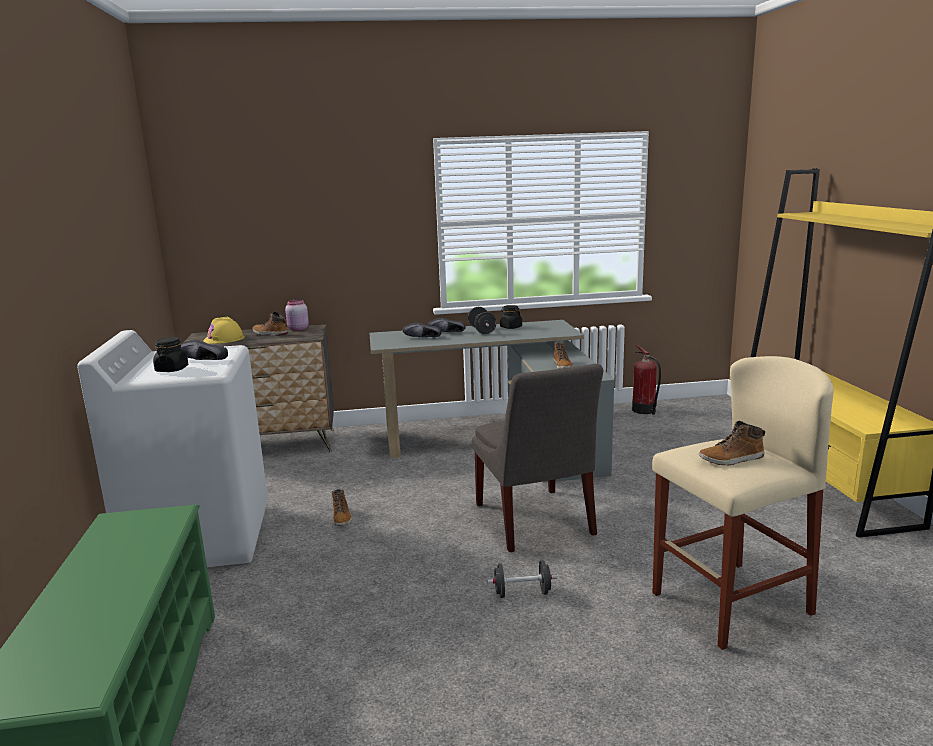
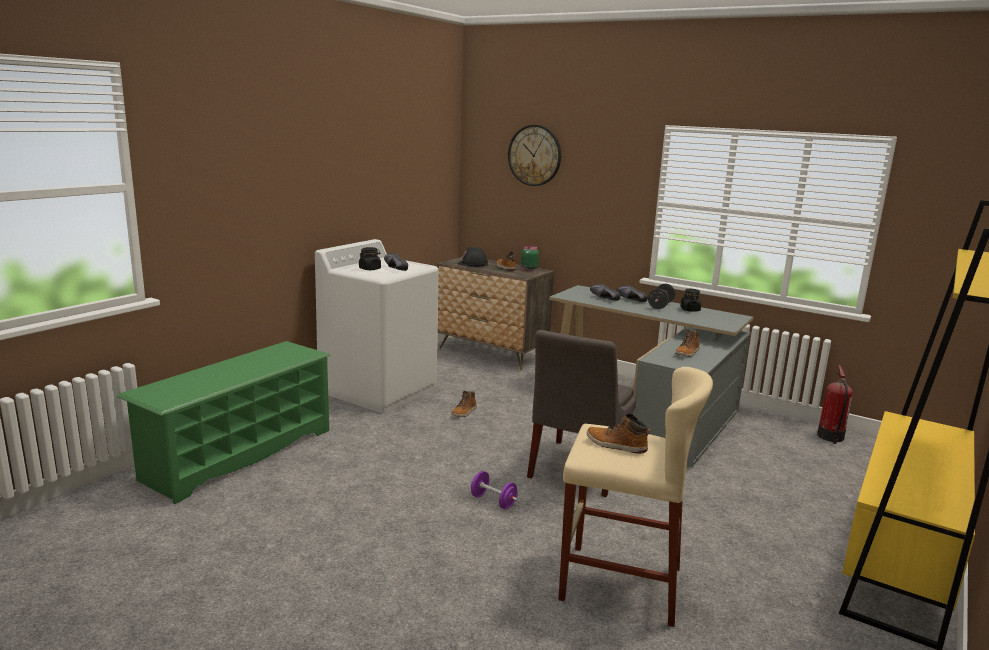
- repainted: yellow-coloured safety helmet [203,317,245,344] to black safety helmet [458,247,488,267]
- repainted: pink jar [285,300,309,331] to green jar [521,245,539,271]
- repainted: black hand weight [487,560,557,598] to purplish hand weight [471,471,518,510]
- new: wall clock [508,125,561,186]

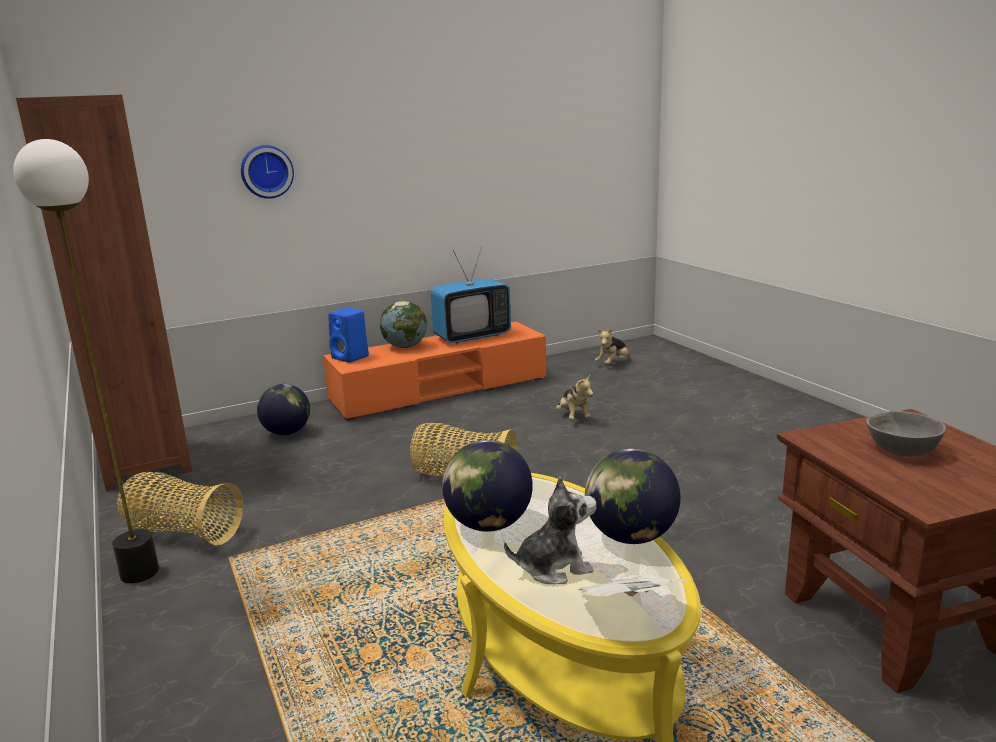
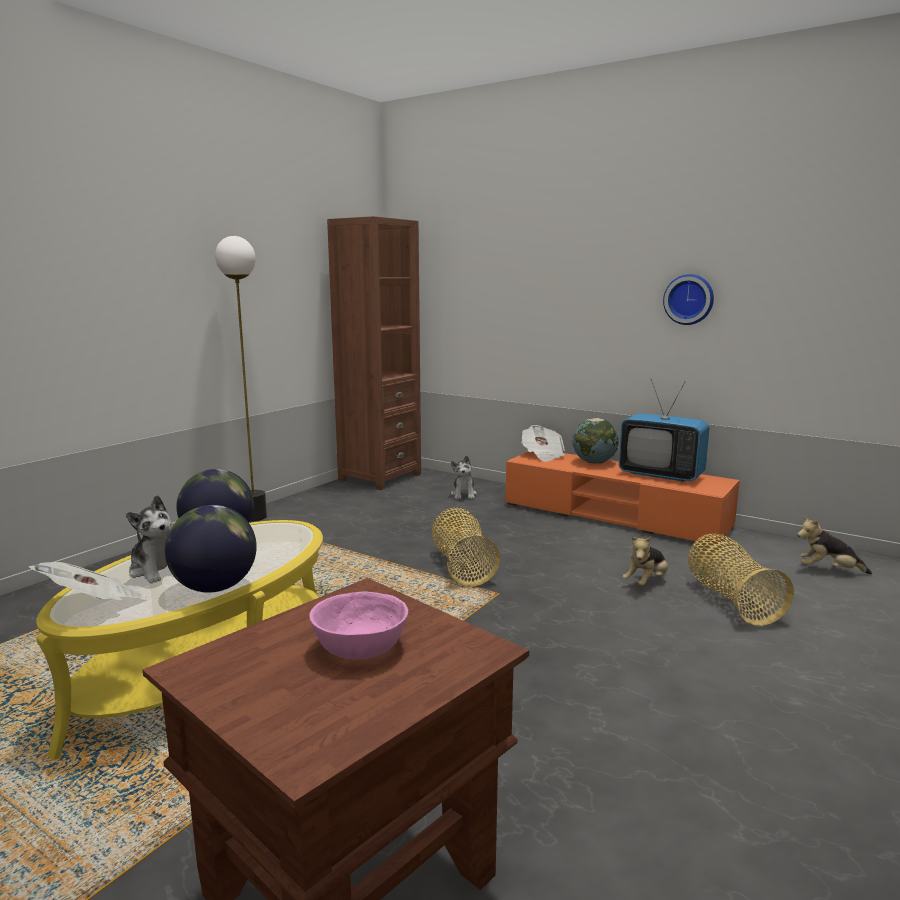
- shifted: storage basket [117,472,243,545] to [688,534,794,626]
- shifted: wall clock [241,145,294,199] to [663,274,714,325]
- swapped: globe [257,384,310,435] to plush toy [451,456,477,499]
- swapped: blue-coloured loudspeaker [328,308,369,363] to newspaper [522,425,565,462]
- repainted: grey bowl [866,411,946,457] to pink bowl [309,591,408,660]

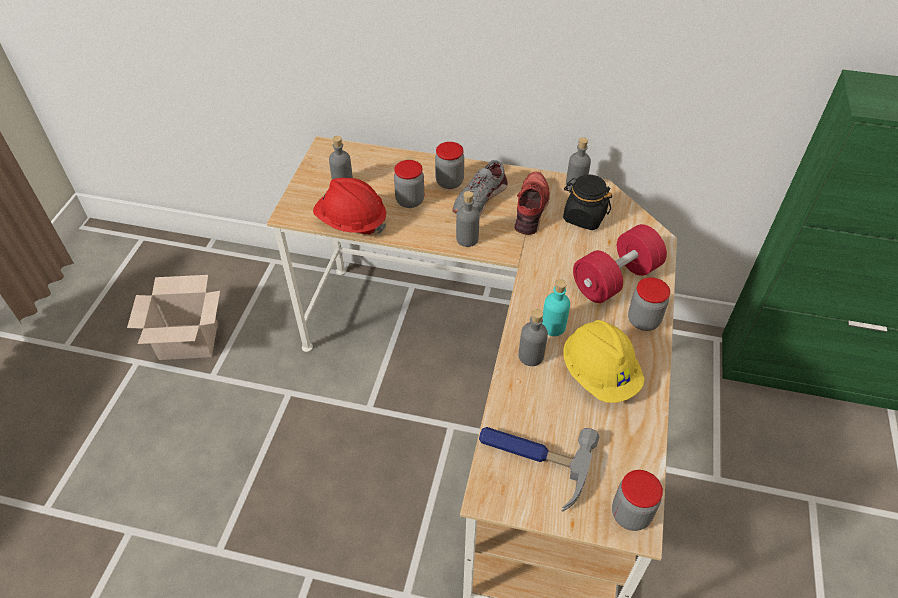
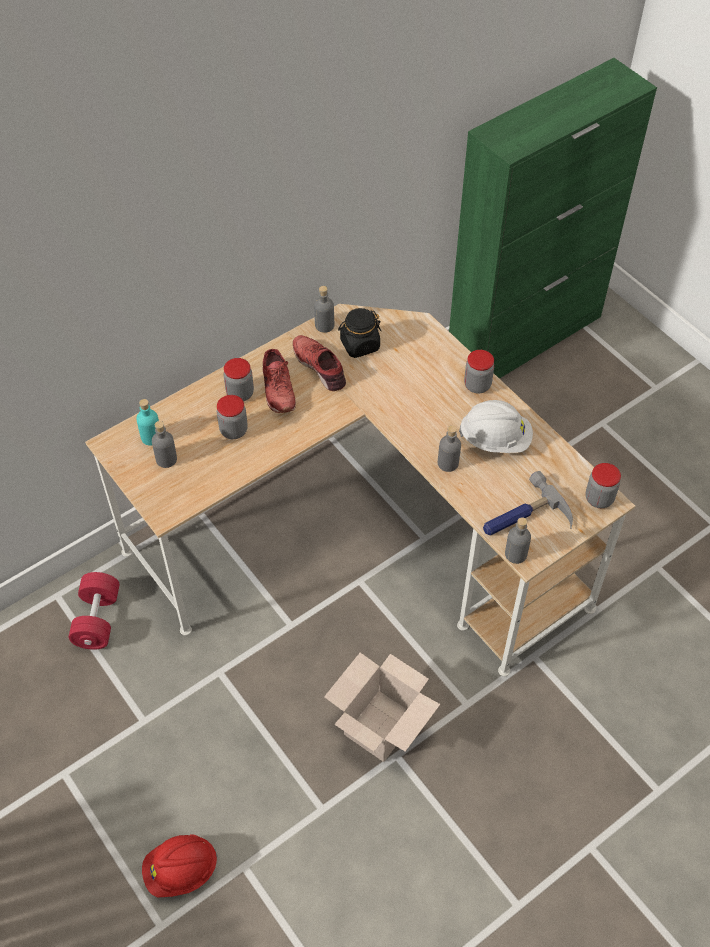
- shifted: cardboard box [127,275,220,360] to [324,653,440,762]
- shifted: red-coloured safety helmet [313,178,387,235] to [142,834,218,897]
- repainted: grey item of footwear [452,160,508,216] to red-coloured item of footwear [262,349,296,413]
- shifted: grey bottle [456,191,479,247] to [505,517,531,564]
- shifted: blue-green bottle [542,279,570,336] to [136,399,159,446]
- repainted: yellow-coloured safety helmet [563,320,645,403] to whitish safety helmet [459,400,533,453]
- shifted: red-coloured hand weight [573,224,667,303] to [69,572,120,650]

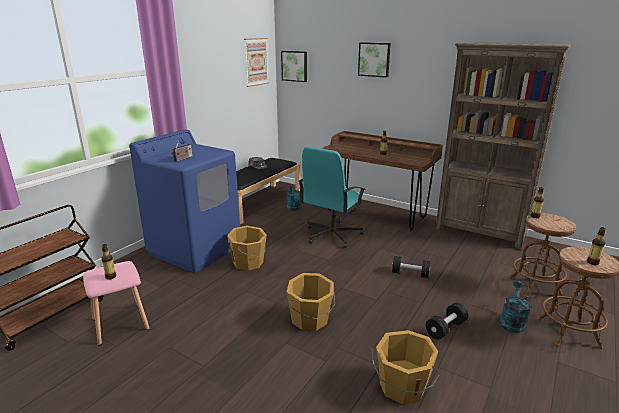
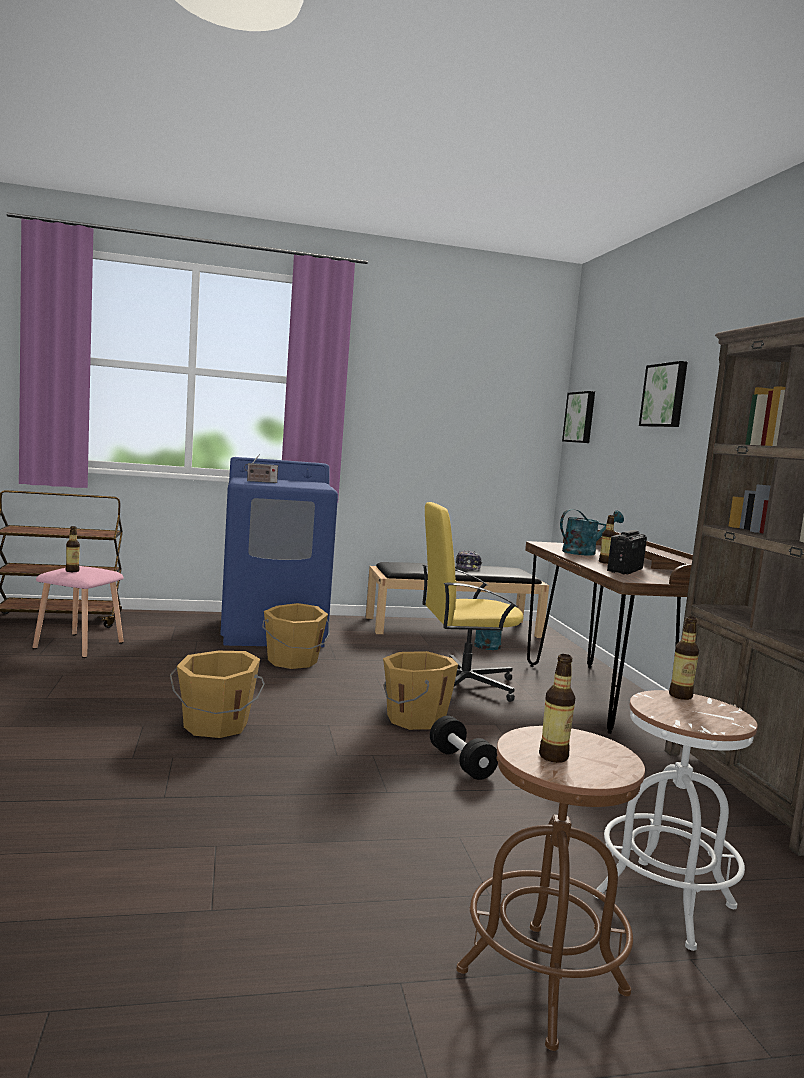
- gone: wall art [244,38,269,87]
- repainted: blue-green desk chair [299,147,365,248] to yellow-coloured desk chair [422,502,524,702]
- shifted: orangey pail [372,330,440,404] to [383,651,458,730]
- gone: black hand weight [425,303,468,339]
- shifted: blue-green watering pot [500,281,530,333] to [560,509,624,556]
- repainted: brown sitting stool [509,213,576,298] to whitish sitting stool [593,690,758,951]
- new: radio receiver [607,530,647,574]

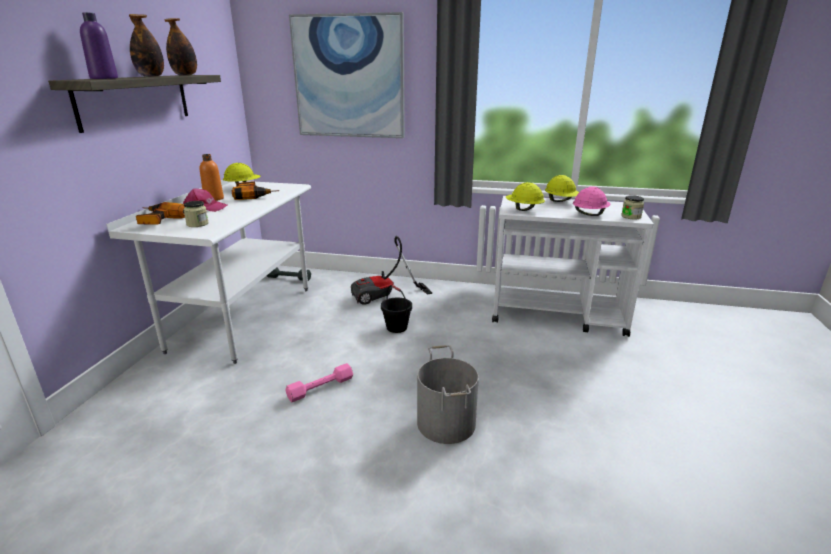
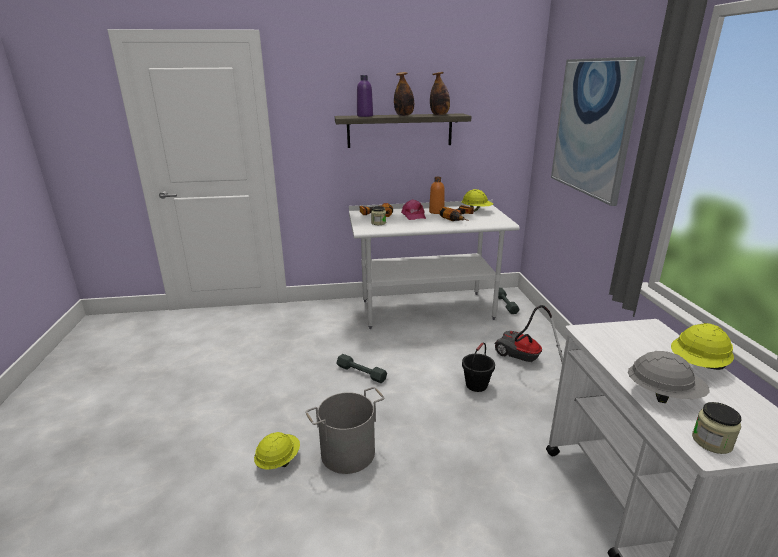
- repainted: pink hand weight [286,363,353,402] to grey hand weight [336,354,387,383]
- shifted: yellow-coloured safety helmet [506,182,545,211] to [254,432,300,470]
- repainted: pink safety helmet [573,186,610,216] to grey safety helmet [628,351,709,403]

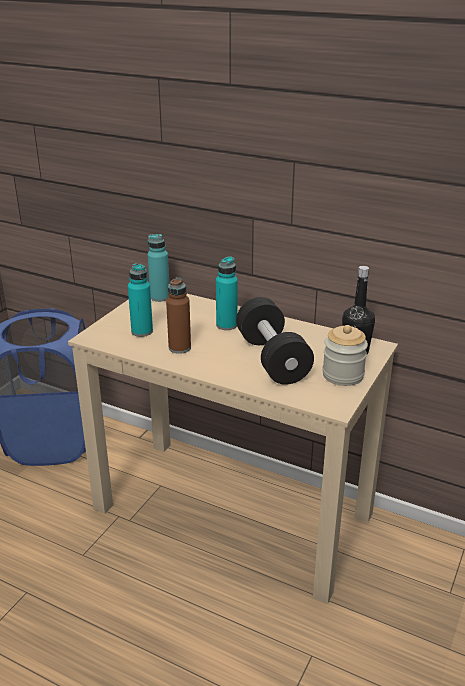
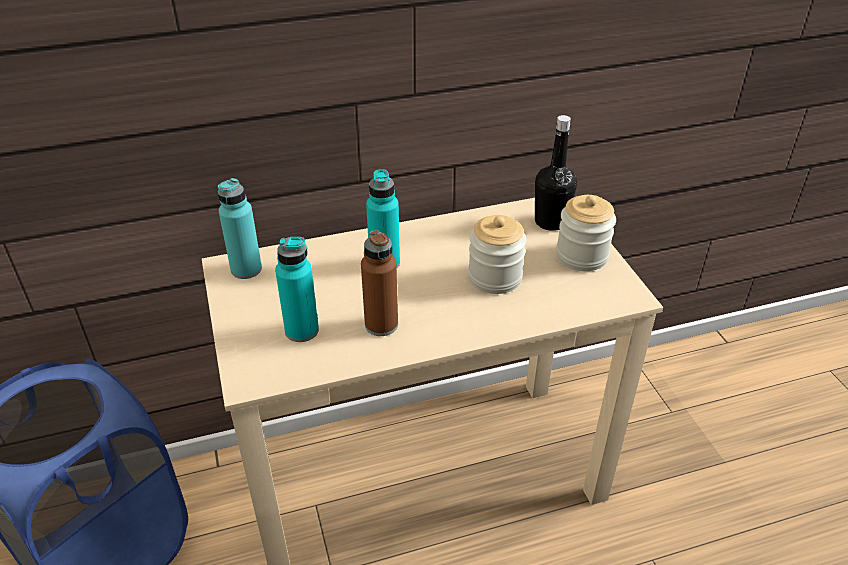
- swapped: black hand weight [236,297,314,385] to jar [468,215,526,294]

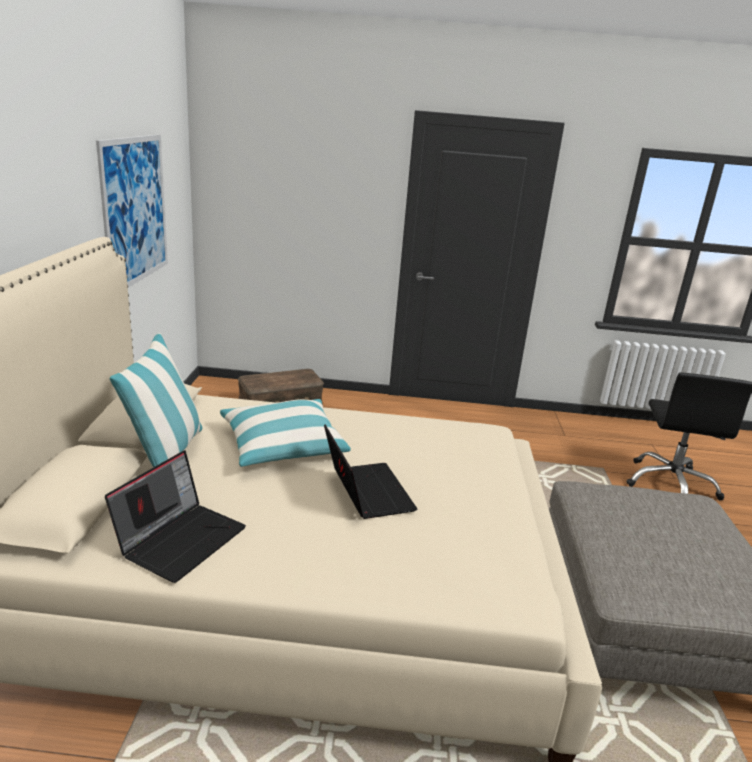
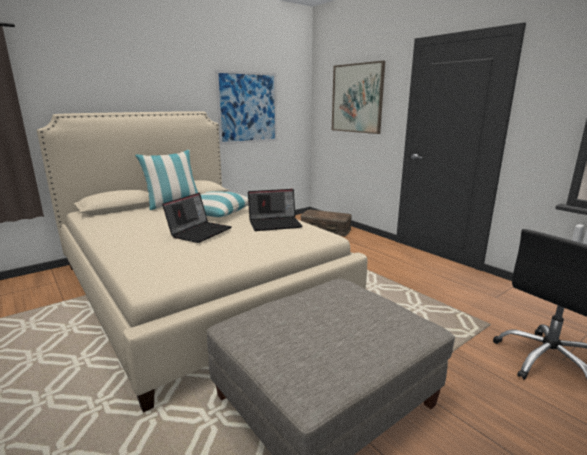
- shifted: laptop [105,450,246,583] to [248,189,302,231]
- new: wall art [332,61,385,134]

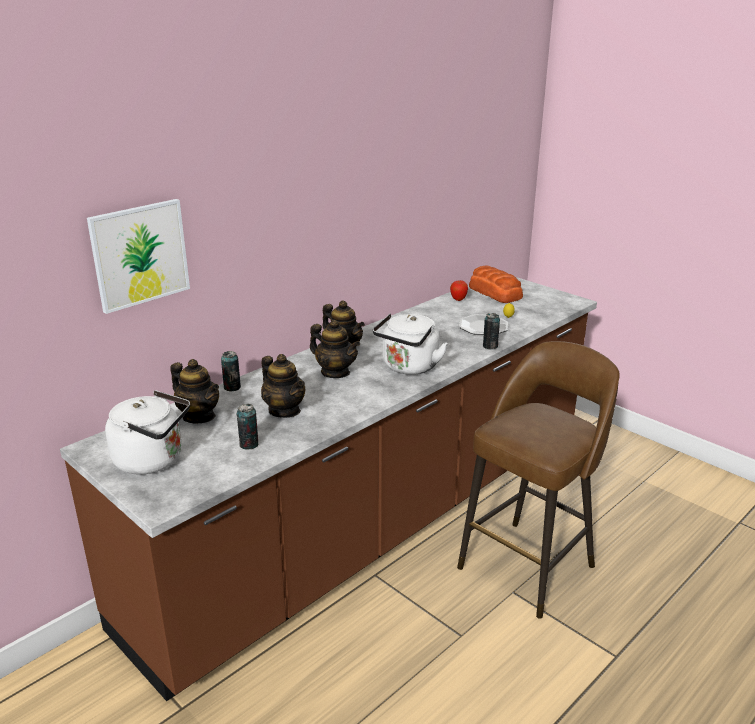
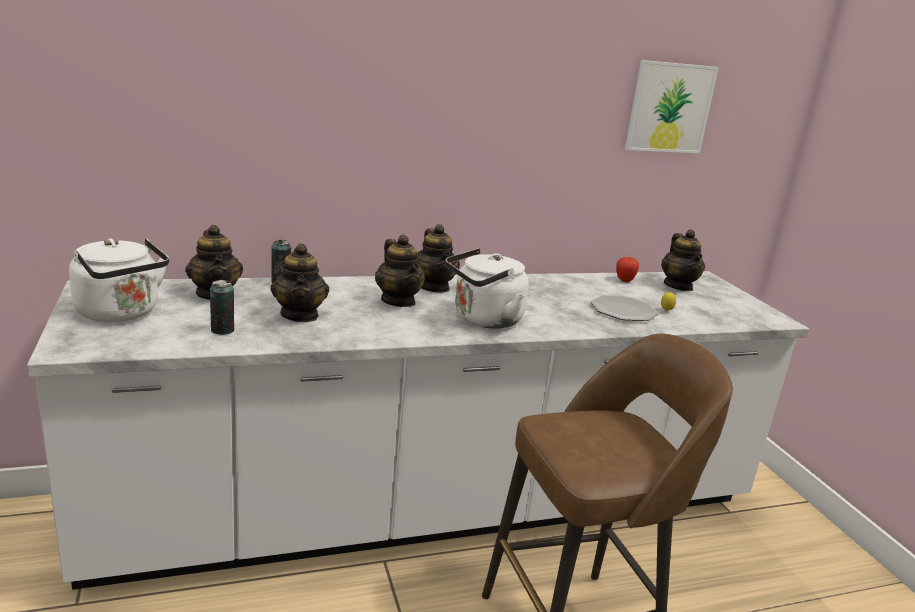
- repainted: brown counter [60,277,597,701] to whitish counter [27,271,809,590]
- shifted: wall art [87,199,190,314] to [625,60,719,153]
- swapped: baked bread [469,265,523,303] to pot for tea [661,229,705,291]
- gone: sealed can [483,313,500,349]

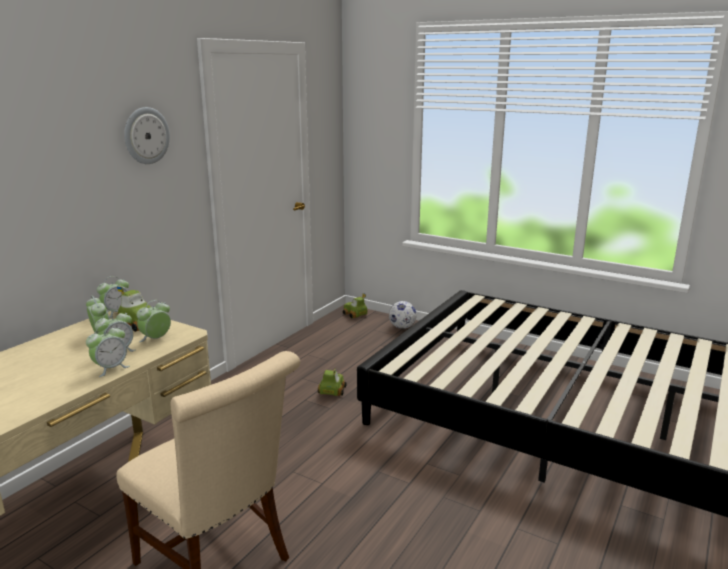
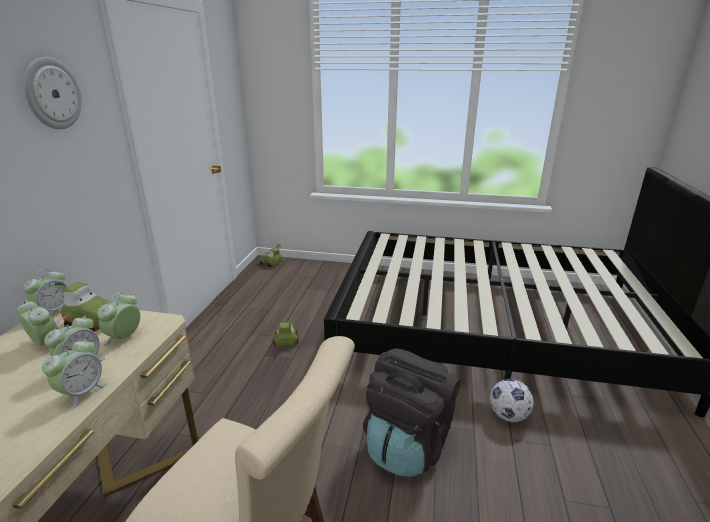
- shifted: ball for football [389,301,417,329] to [490,379,534,422]
- new: black knapsack [363,348,460,477]

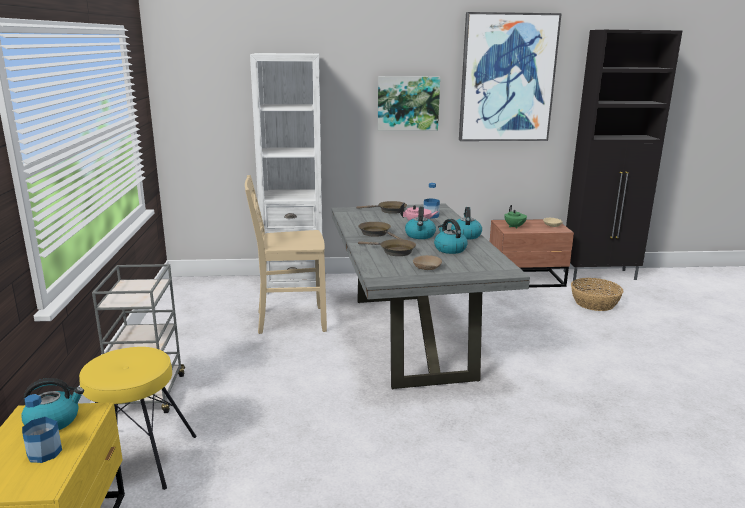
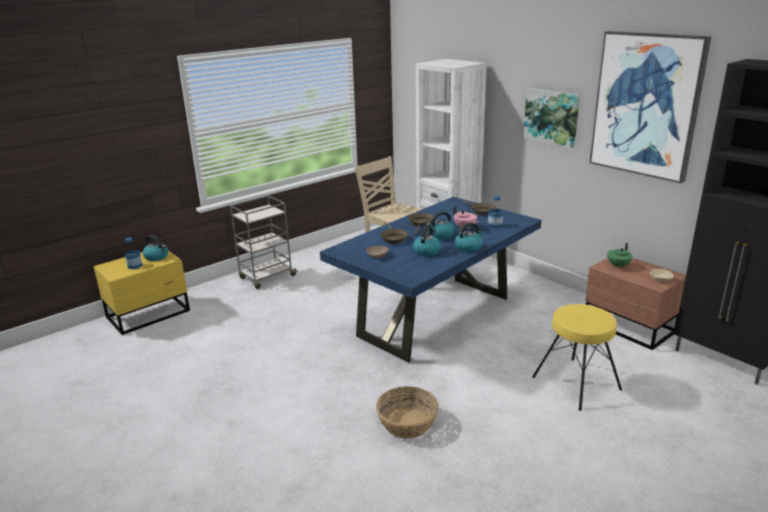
- shifted: yellow-coloured sitting stool [79,347,197,490] to [532,304,622,411]
- repainted: grey kitchen table [331,203,530,390] to blue-coloured kitchen table [320,197,542,363]
- shifted: storage basket [571,278,624,311] to [376,386,439,439]

